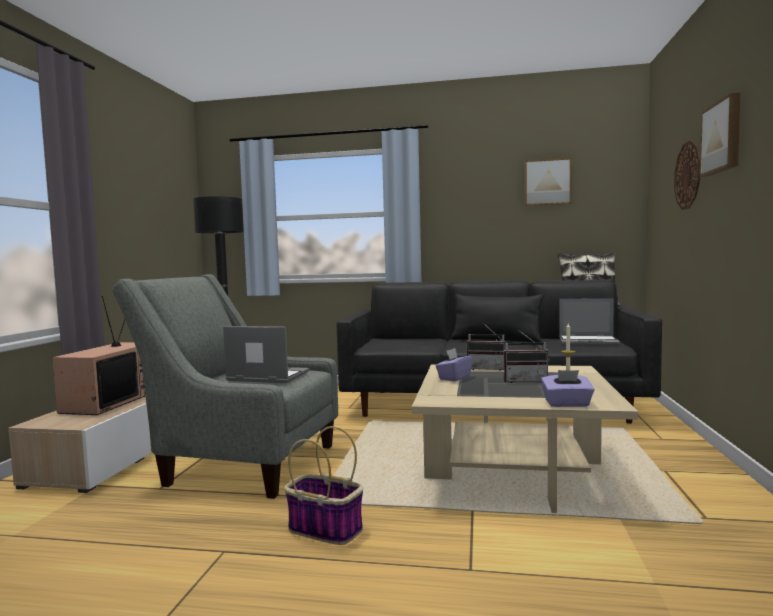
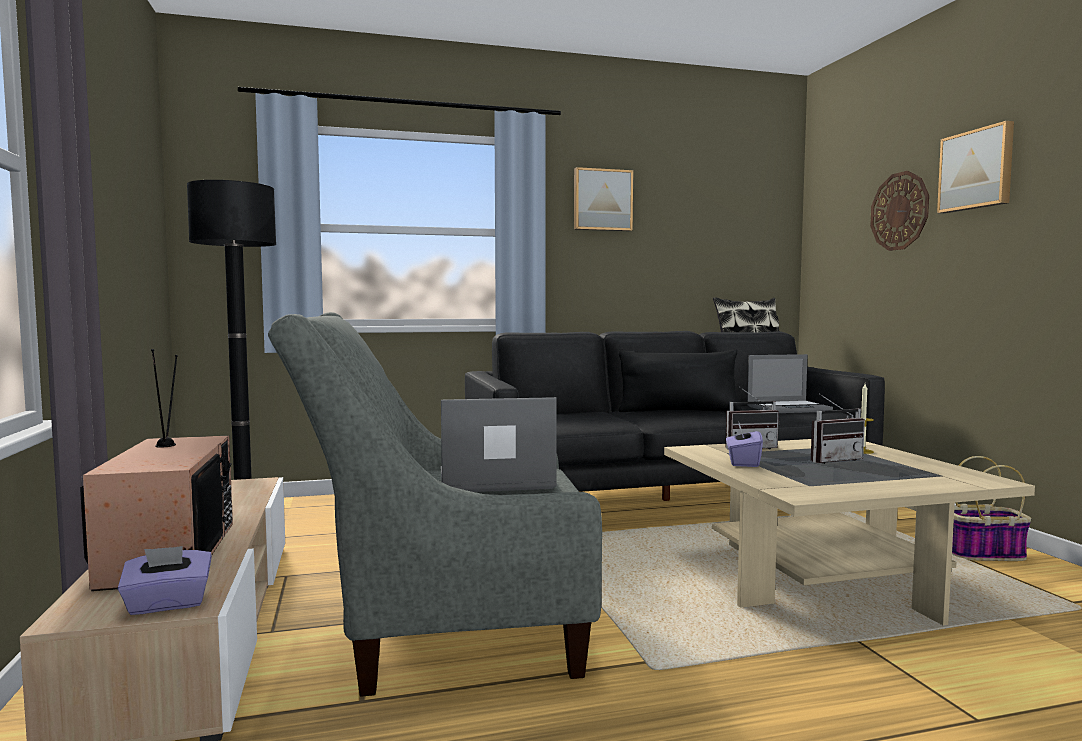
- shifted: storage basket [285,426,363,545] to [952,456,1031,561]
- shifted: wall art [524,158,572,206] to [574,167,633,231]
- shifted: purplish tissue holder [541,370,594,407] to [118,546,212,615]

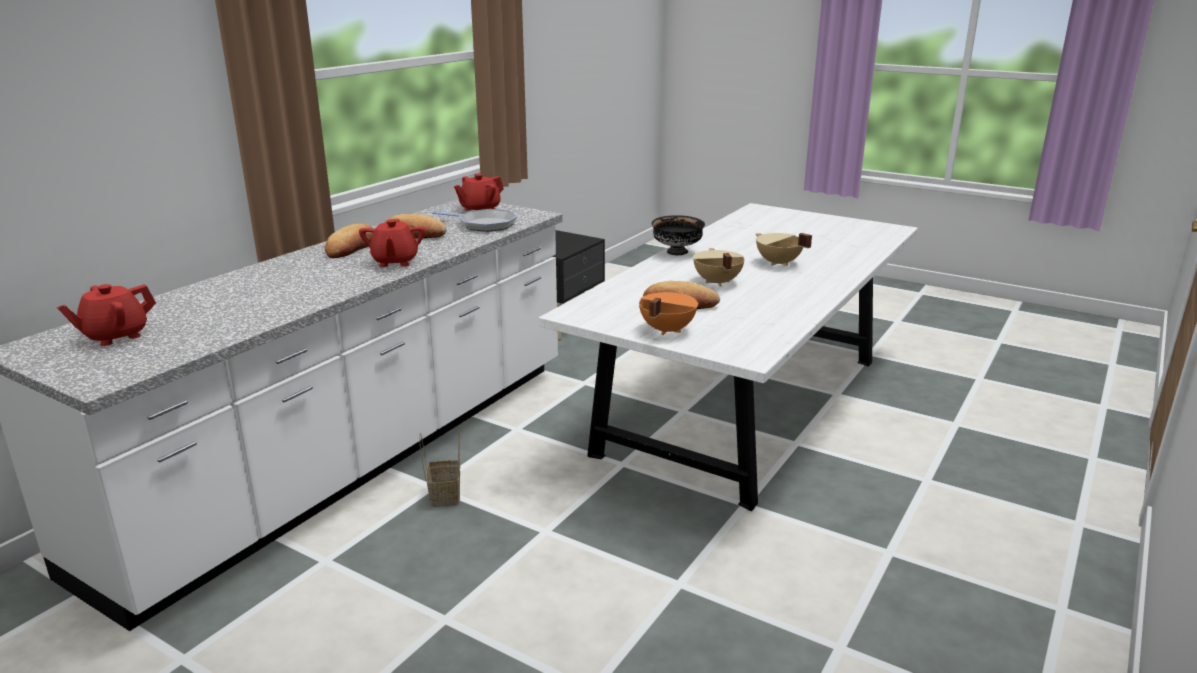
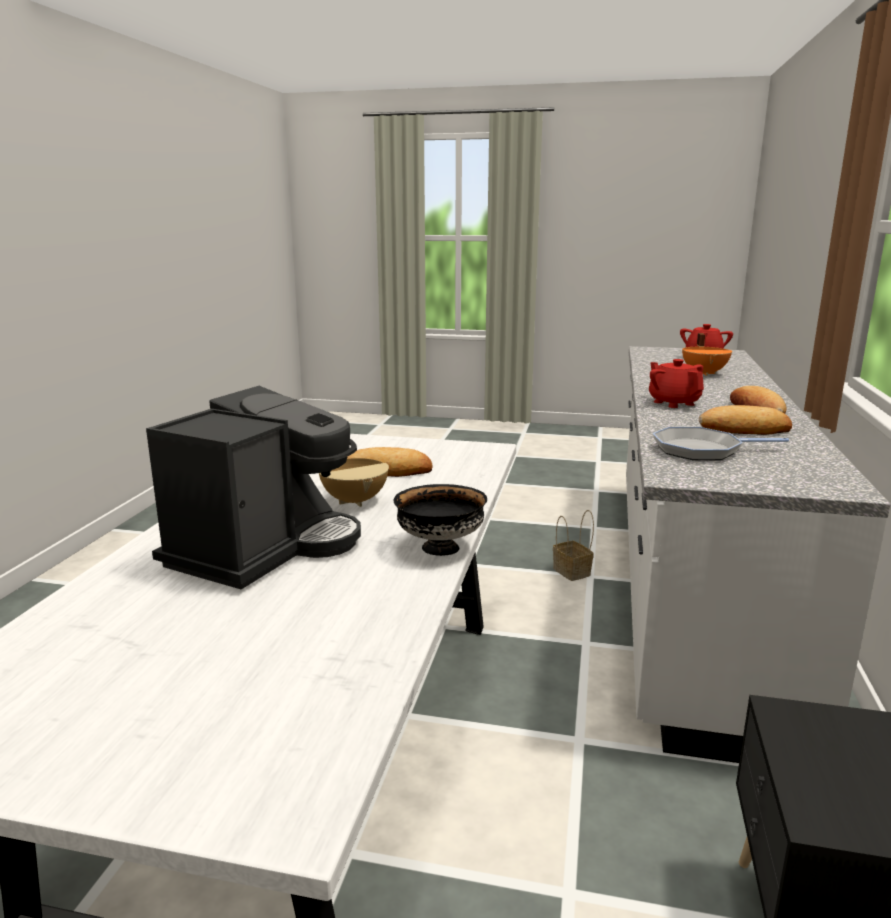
- gone: red-coloured pot for tea [454,174,504,211]
- shifted: orangey stockpot [639,291,698,335] to [682,333,732,376]
- swapped: beige-coloured stockpot [756,233,812,266] to coffee brewer [146,386,361,589]

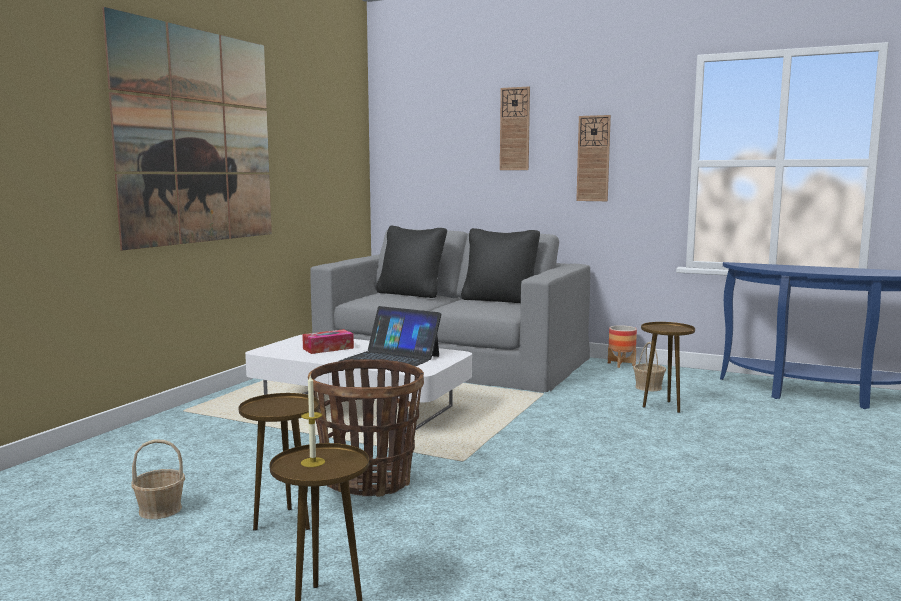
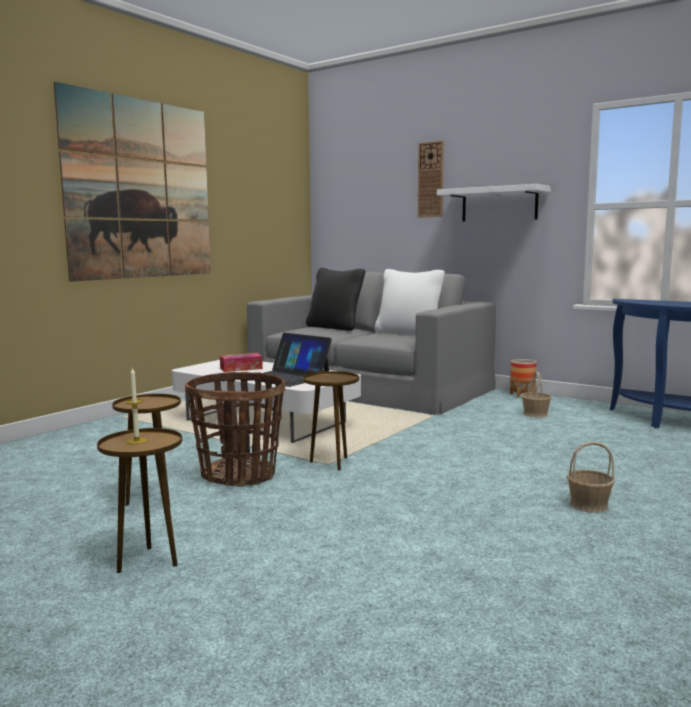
- shifted: storage basket [131,439,185,519] to [567,442,615,513]
- repainted: black pillow [461,228,540,303] to whitish pillow [374,269,445,335]
- swapped: wall clock [576,115,611,201] to whitish wall shelf [437,184,551,222]
- shifted: brown side table [641,322,695,413] to [303,371,359,470]

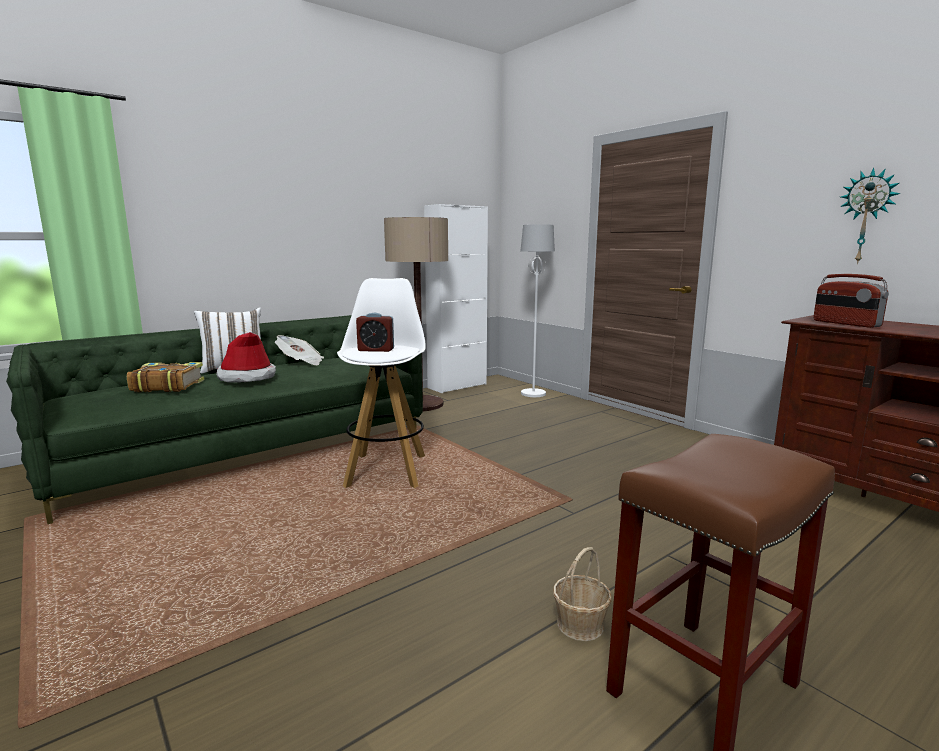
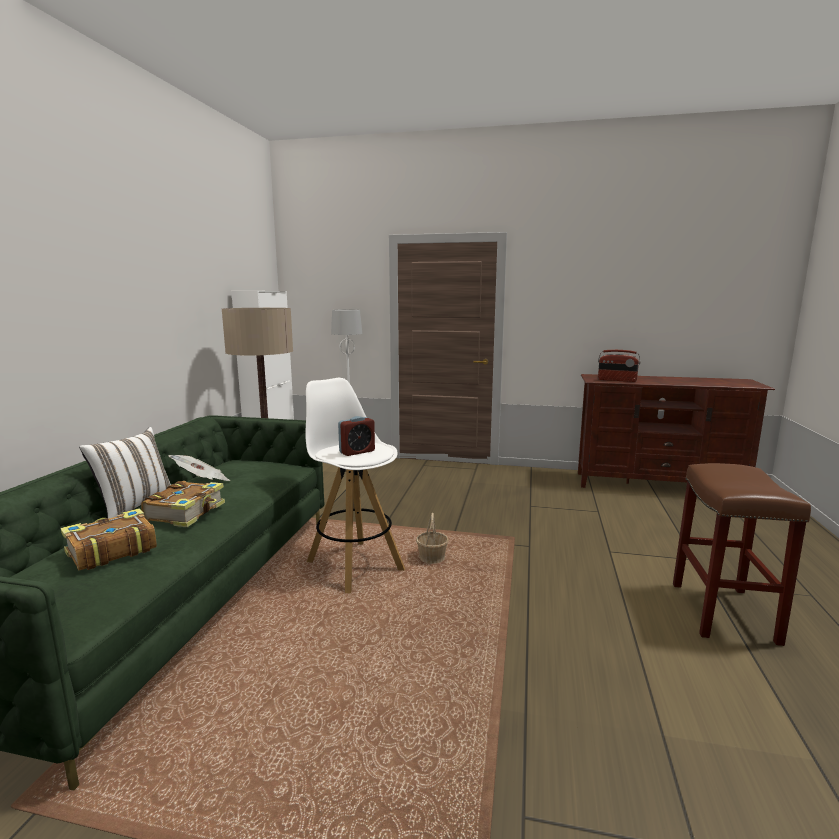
- swapped: wearable hat [216,332,276,383] to volume [141,481,225,527]
- shifted: storage basket [553,547,612,641] to [416,513,449,564]
- gone: wall clock [840,168,900,264]

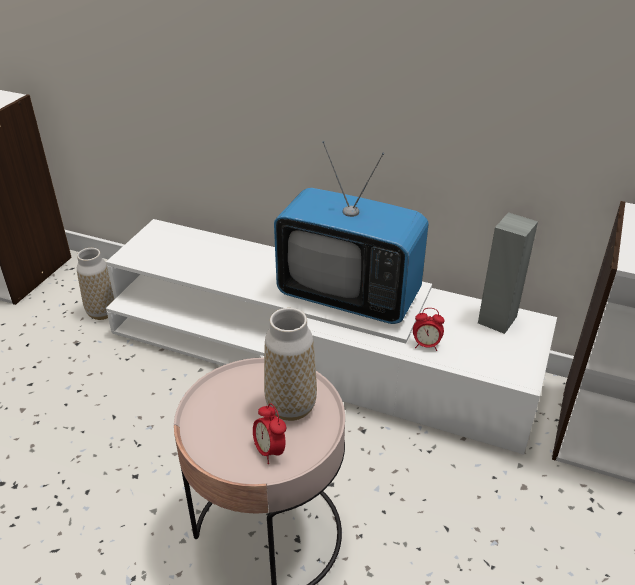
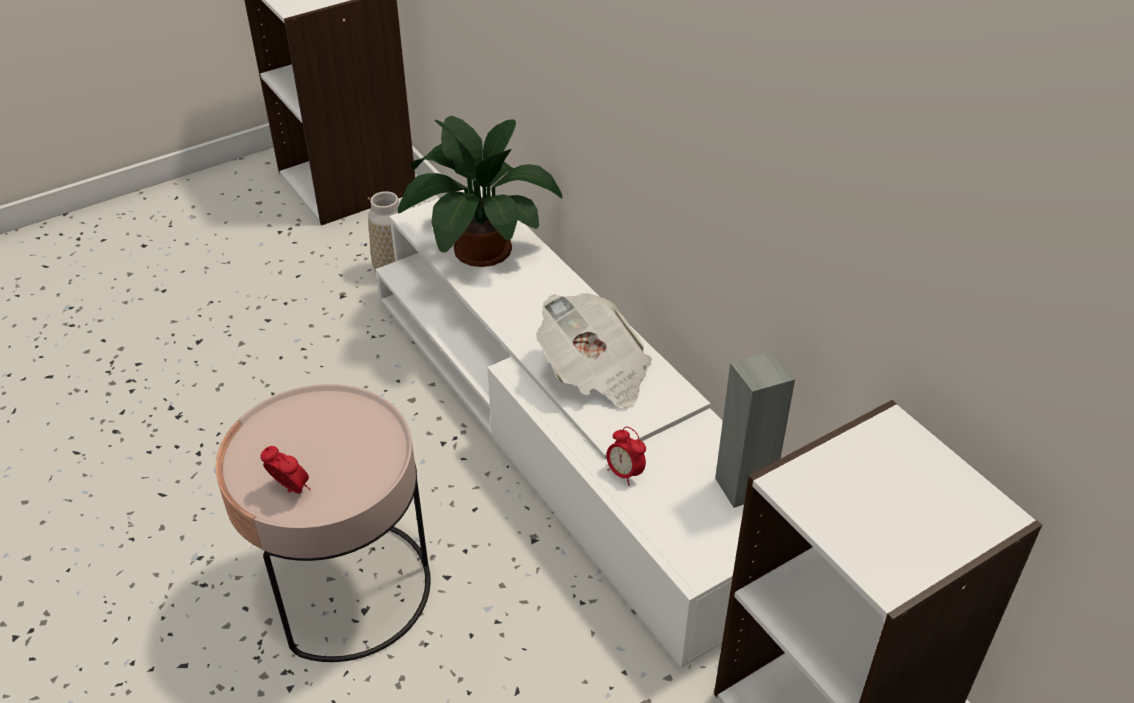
- rotated: table clock [253,403,286,464] = [260,446,310,494] 120 degrees clockwise
- gone: decorative vase [264,308,317,421]
- swapped: TV [274,141,429,324] to newspaper [536,293,652,408]
- new: houseplant [398,116,562,267]

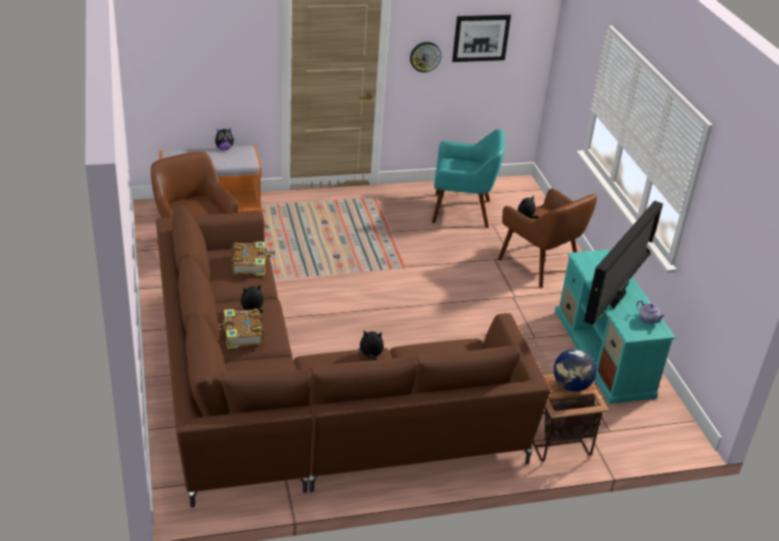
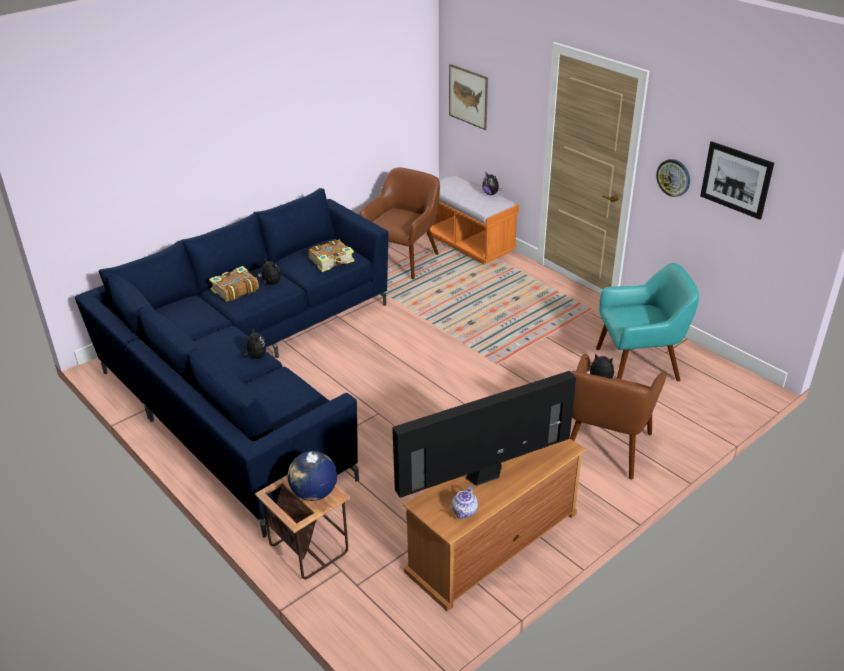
- repainted: brown couch [156,205,551,508] to blue-coloured couch [75,188,388,537]
- rotated: blue-green lounge chair [432,129,505,228] = [596,263,699,381] 75 degrees counterclockwise
- repainted: blue-green media console [555,249,676,404] to brown media console [403,439,586,611]
- rotated: TV [584,200,663,325] = [392,371,576,498] 150 degrees clockwise
- new: wall art [449,64,488,130]

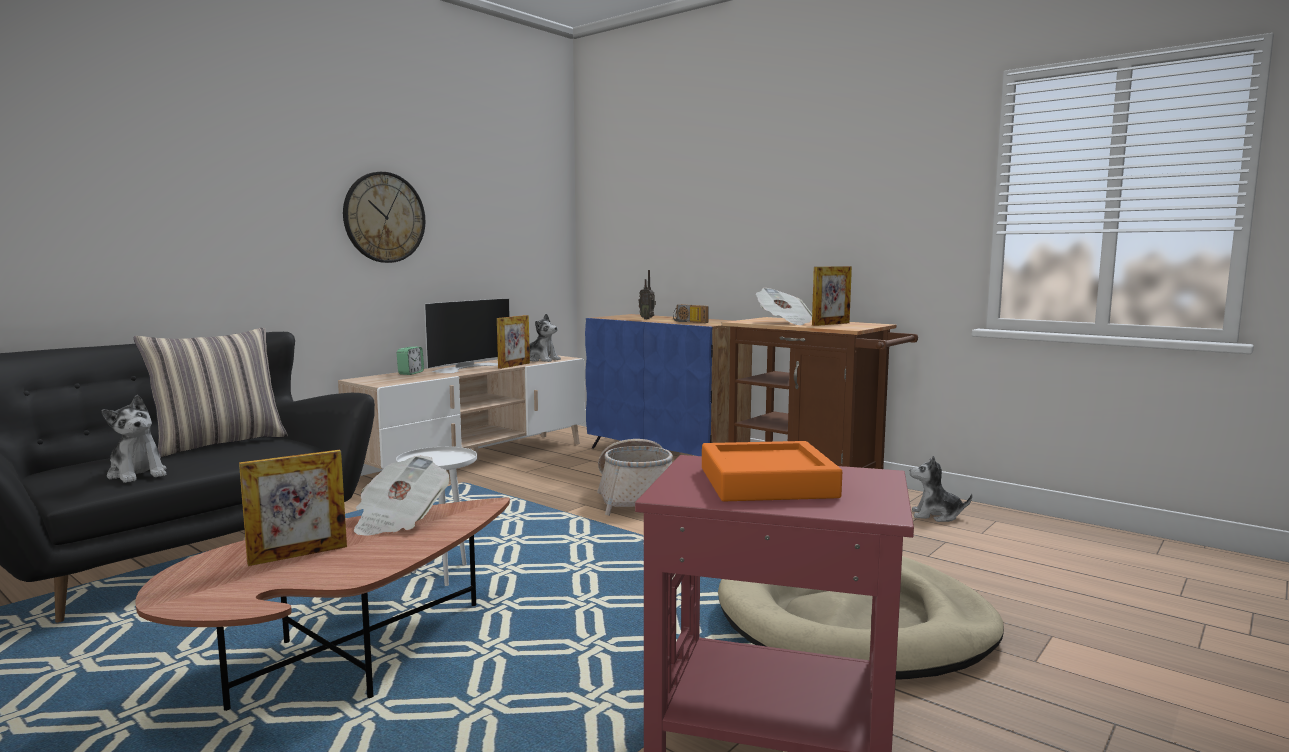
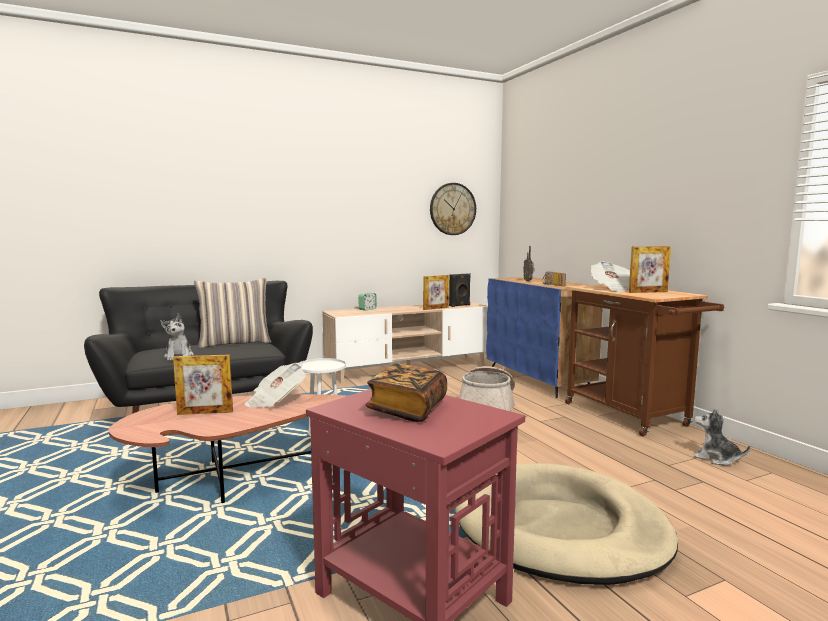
- shifted: wall clock [343,172,425,263] to [430,183,476,235]
- gone: TV [424,298,510,373]
- swapped: plush toy [529,314,561,362] to black loudspeaker [449,274,471,307]
- swapped: orangey serving tray [702,441,842,501] to volume [366,364,447,422]

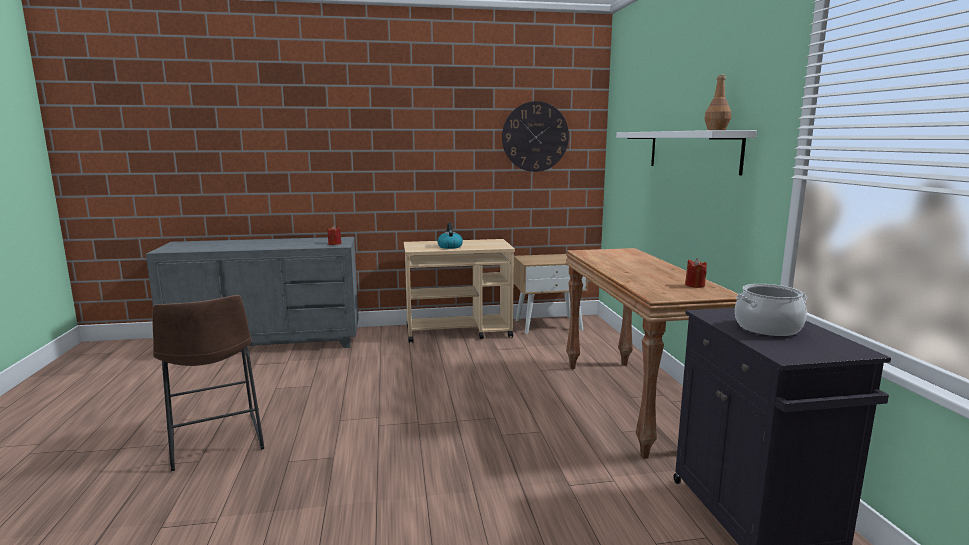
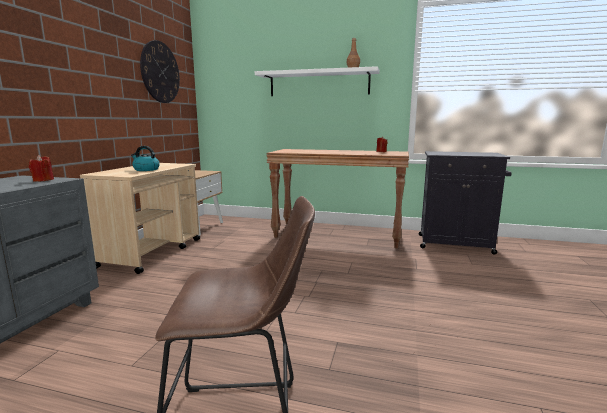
- gone: stockpot [735,284,807,336]

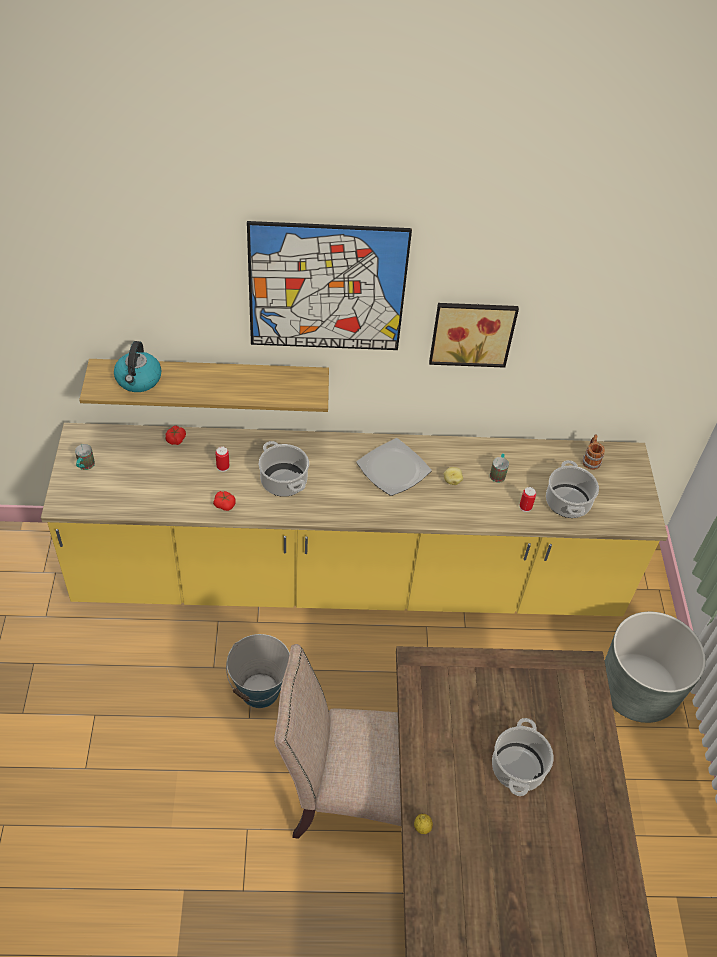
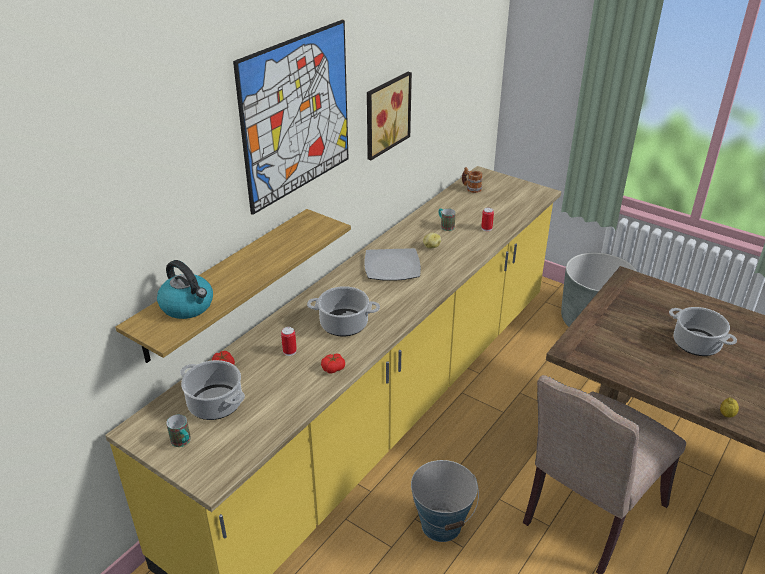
- shifted: stockpot [546,460,599,518] to [180,360,245,420]

